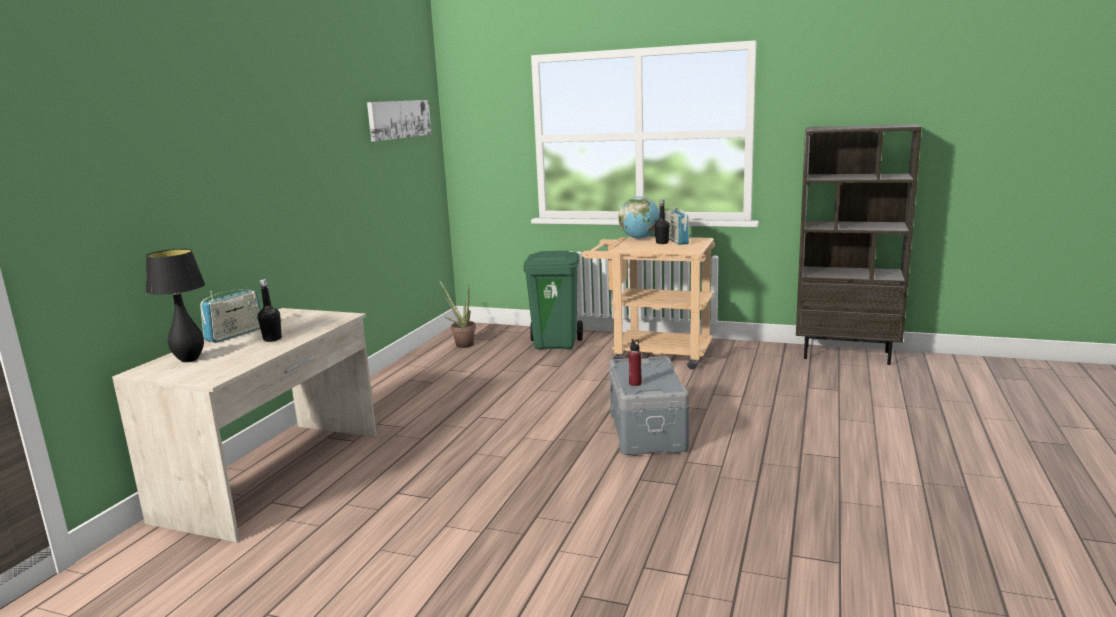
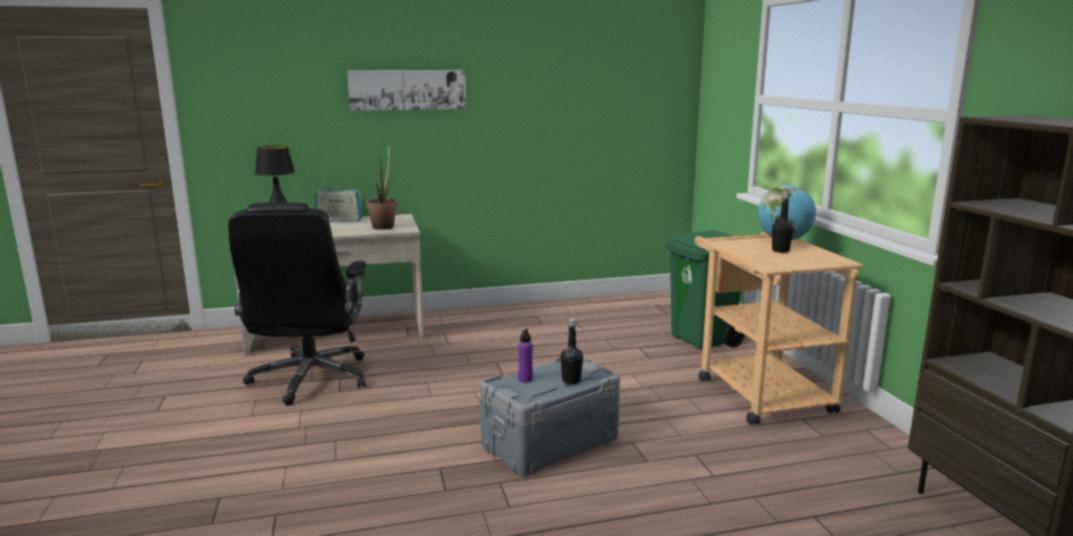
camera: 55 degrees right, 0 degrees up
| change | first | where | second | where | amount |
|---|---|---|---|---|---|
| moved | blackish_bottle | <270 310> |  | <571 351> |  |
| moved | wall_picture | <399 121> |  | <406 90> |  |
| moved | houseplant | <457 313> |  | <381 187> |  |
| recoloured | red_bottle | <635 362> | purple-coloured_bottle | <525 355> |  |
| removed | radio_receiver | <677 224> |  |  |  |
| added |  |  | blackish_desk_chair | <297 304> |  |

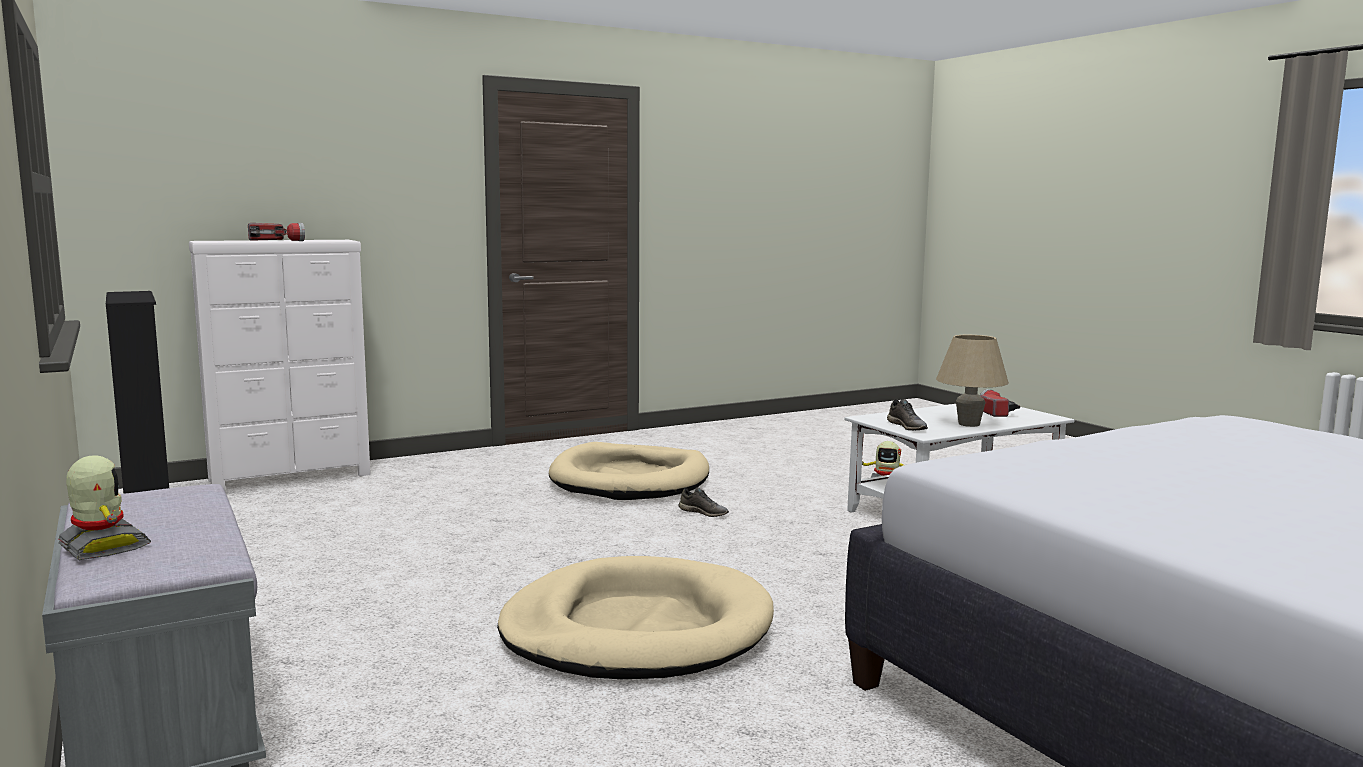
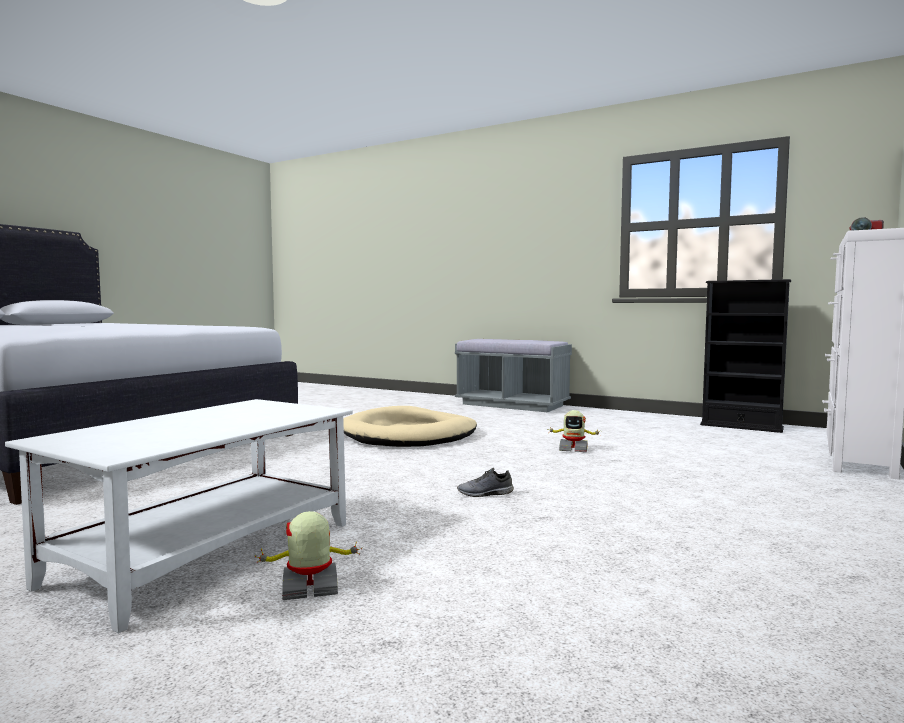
camera: 150 degrees right, 5 degrees down
| change | first | where | second | where | amount |
|---|---|---|---|---|---|
| moved | toy_robot | <104 507> |  | <575 431> |  |
| removed | beige-coloured_dog_cushion | <629 471> |  |  |  |
| removed | grey_shoe | <907 414> |  |  |  |
| removed | beige-coloured_lamp_for_a_table | <972 381> |  |  |  |
| removed | hand_torch | <1000 403> |  |  |  |

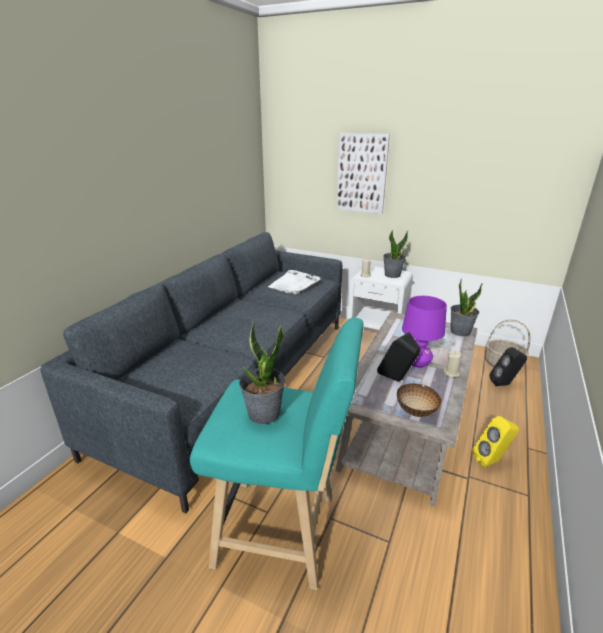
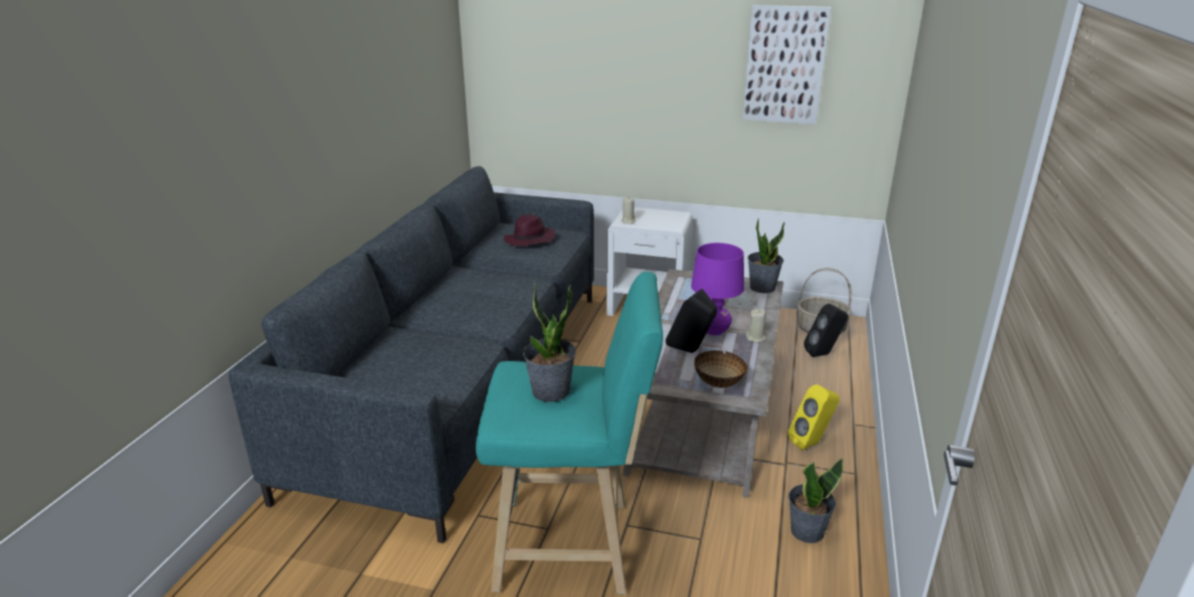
camera: 10 degrees left, 0 degrees up
| change | first | where | second | where | amount |
|---|---|---|---|---|---|
| replaced | whitish_serving_tray | <294 282> | purple-coloured_hat | <529 230> |  |
| moved | wall_picture | <363 173> |  | <786 64> |  |
| moved | houseplant | <395 254> |  | <815 500> |  |

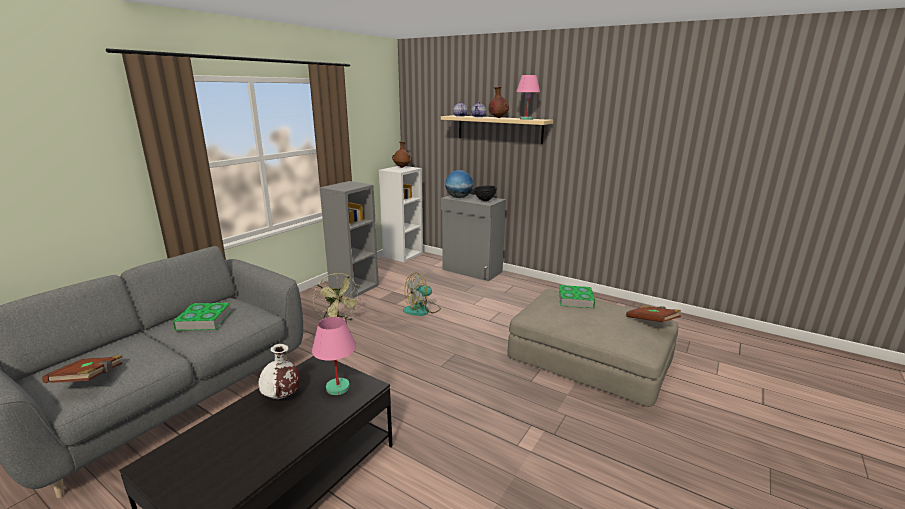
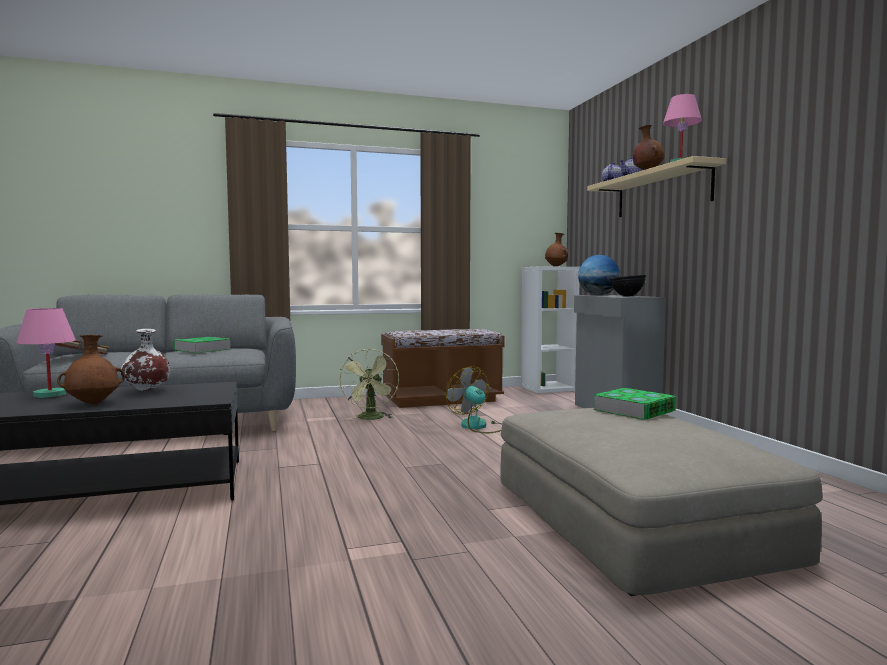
camera: 40 degrees right, 15 degrees down
| change | first | where | second | where | amount |
|---|---|---|---|---|---|
| moved | pink_lamp_for_a_table | <334 356> |  | <46 353> |  |
| replaced | grey_bookcase | <349 240> | brown-coloured_long_seat | <443 368> |  |
| turned | fan | <422 294> |  | <473 400> | 45 degrees clockwise |
| removed | brown-coloured_volume | <653 313> |  |  |  |
| added |  |  | brown-coloured_vase | <91 369> |  |

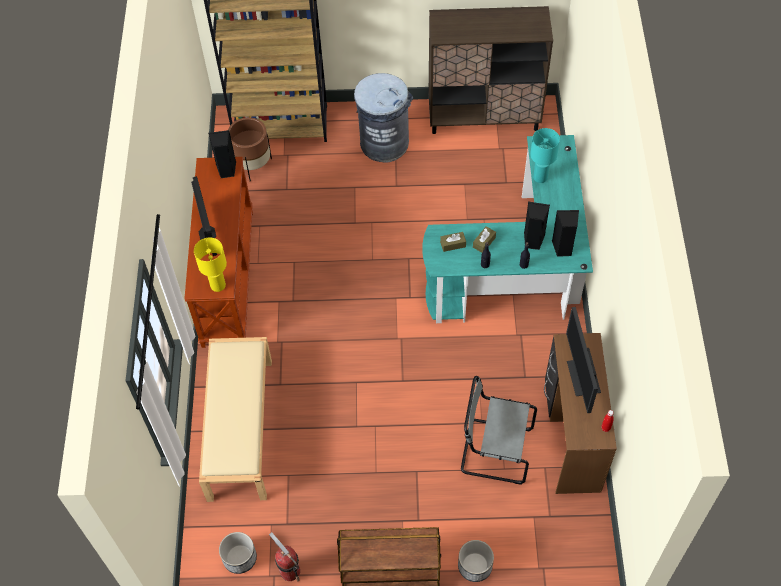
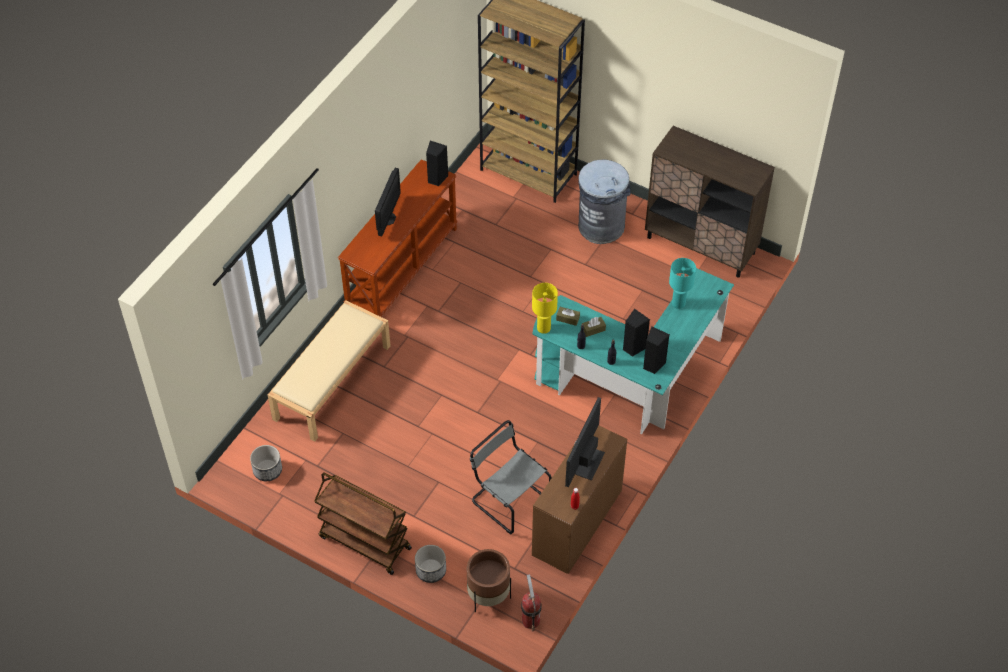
camera: 30 degrees right, 5 degrees down
| change | first | where | second | where | amount |
|---|---|---|---|---|---|
| moved | yellowish_lamp_for_a_table | <210 264> |  | <545 308> |  |
| moved | brown-coloured_plant_pot | <250 149> |  | <489 580> |  |
| moved | fire_extinguisher | <284 556> |  | <531 602> |  |

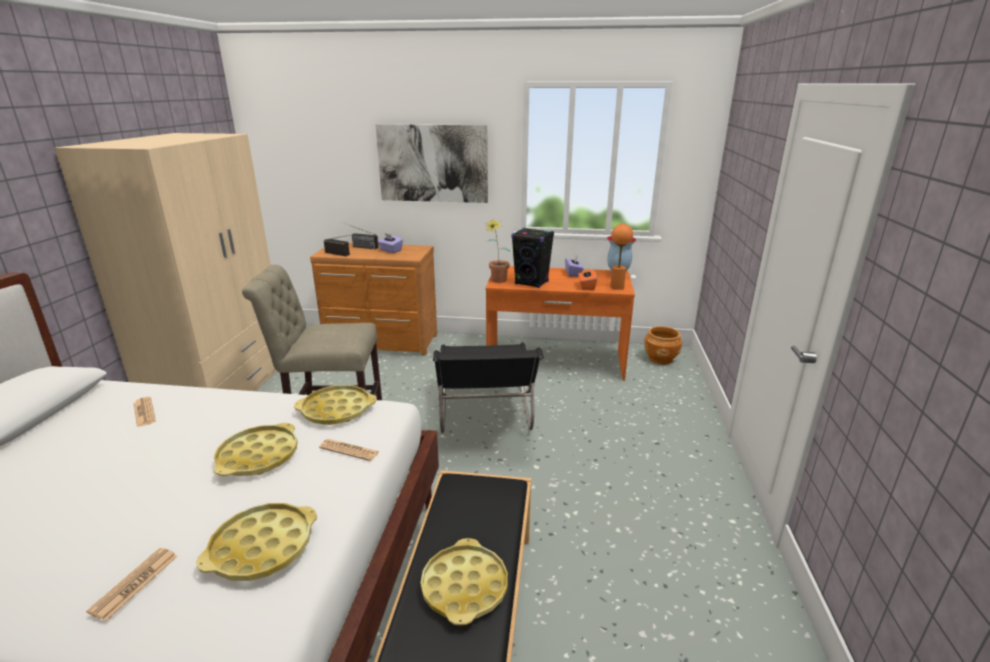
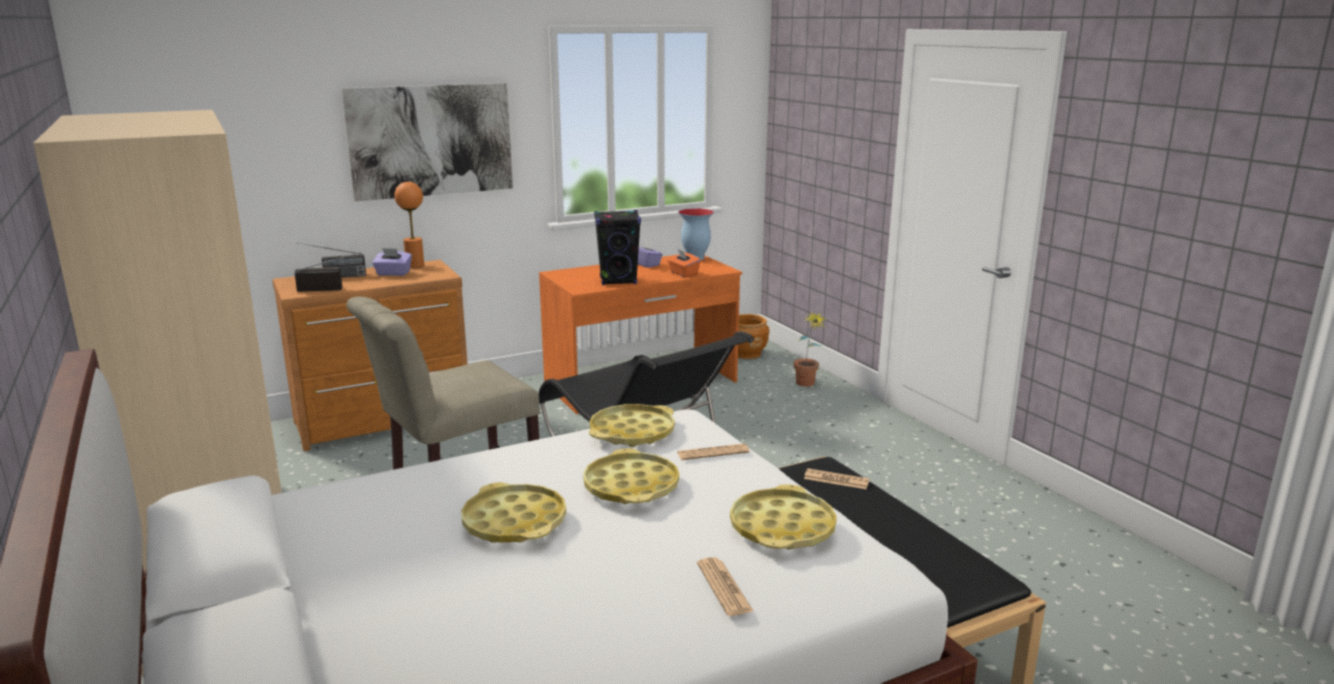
camera: 35 degrees left, 5 degrees down
| change | first | where | second | where | amount |
|---|---|---|---|---|---|
| moved | newspaper | <145 412> |  | <836 478> |  |
| moved | yellowish_serving_tray | <464 581> |  | <513 512> |  |
| moved | houseplant | <498 251> |  | <810 349> |  |
| moved | orangey_lamp_for_a_table | <621 257> |  | <409 225> |  |

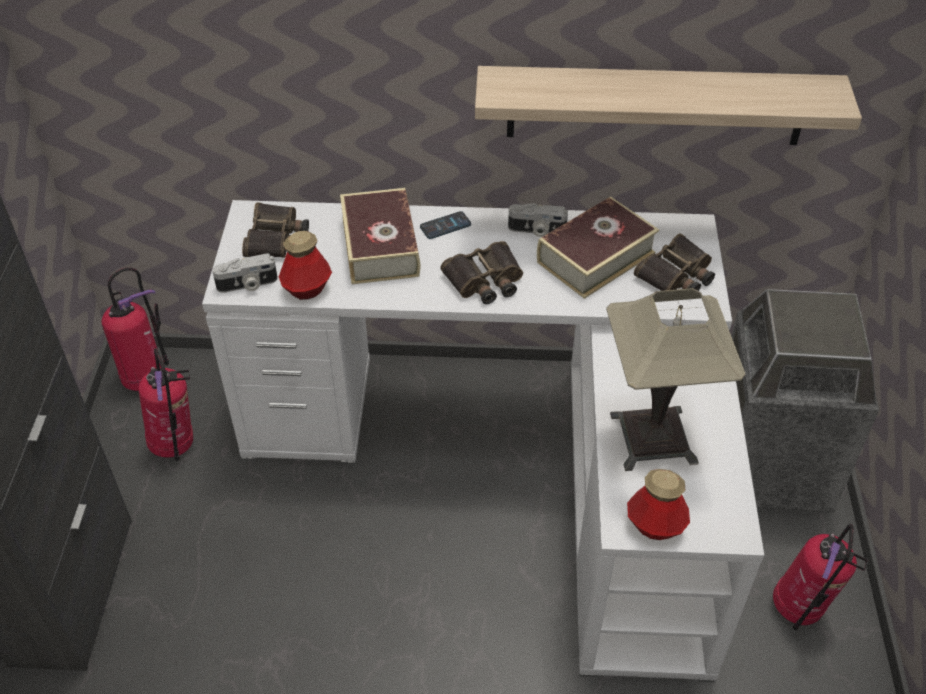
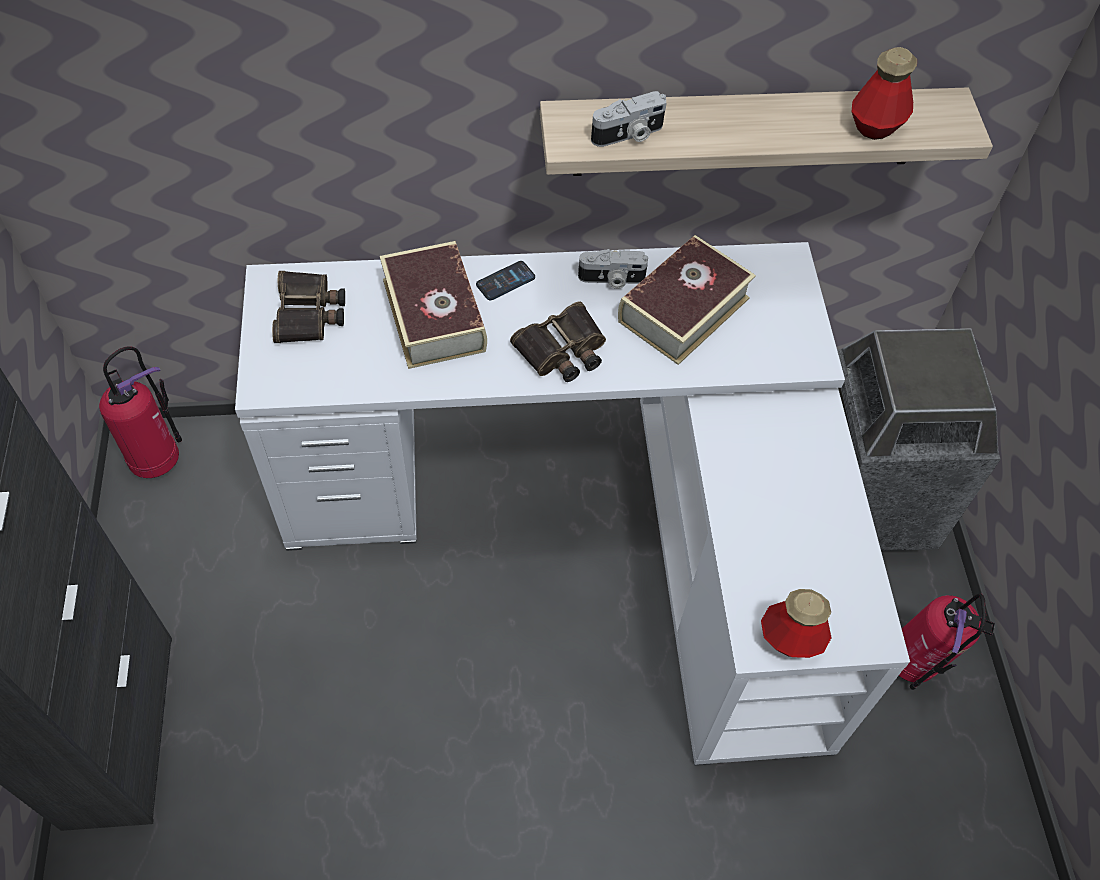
camera: 10 degrees left, 10 degrees up
| change | first | where | second | where | amount |
|---|---|---|---|---|---|
| removed | fire_extinguisher | <165 404> |  |  |  |
| moved | still_camera | <245 273> |  | <629 119> |  |
| moved | bottle | <305 265> |  | <884 93> |  |
| removed | lamp_for_a_table | <676 379> |  |  |  |
| removed | field_glasses | <674 262> |  |  |  |

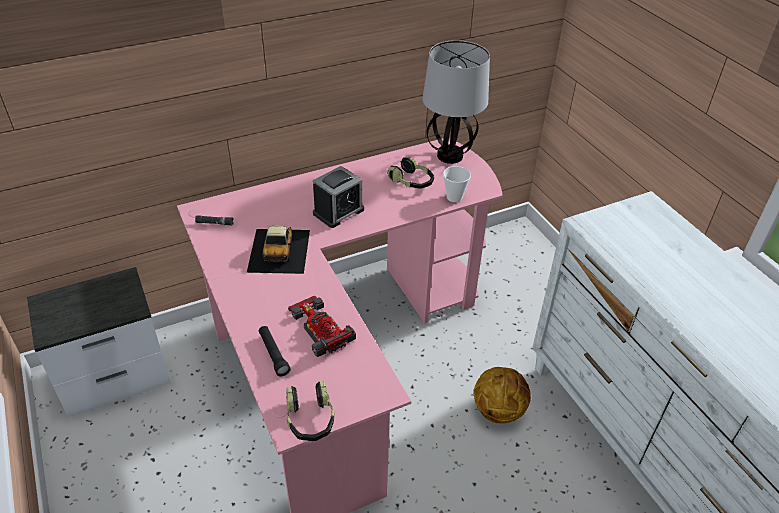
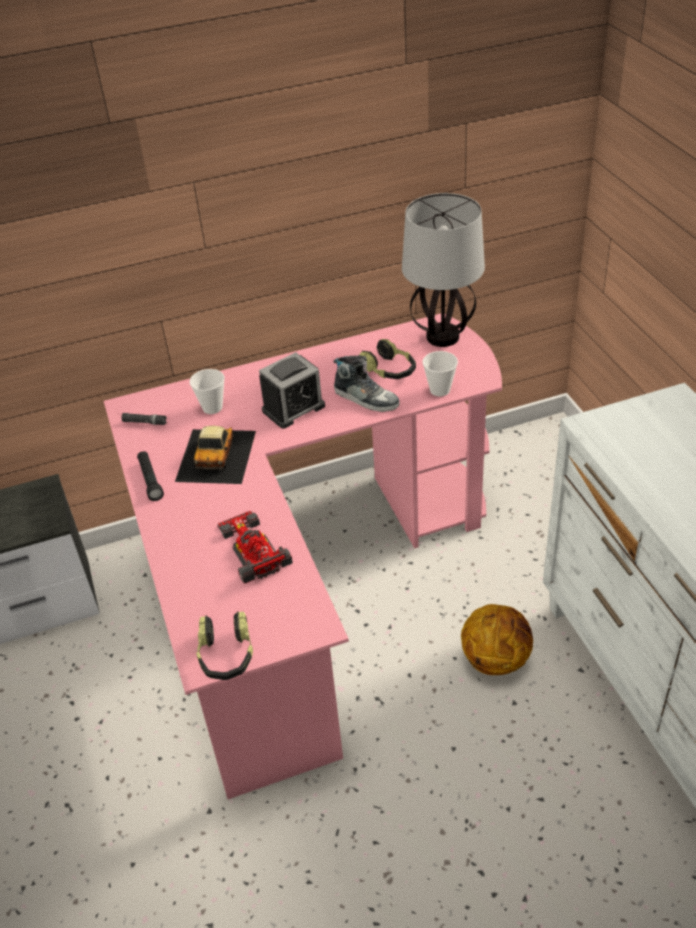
camera: 10 degrees right, 0 degrees up
| change | first | where | second | where | amount |
|---|---|---|---|---|---|
| moved | blackish_hand_torch | <275 351> |  | <150 476> |  |
| added |  |  | drinking_cup | <207 391> |  |
| added |  |  | shoe | <366 383> |  |

